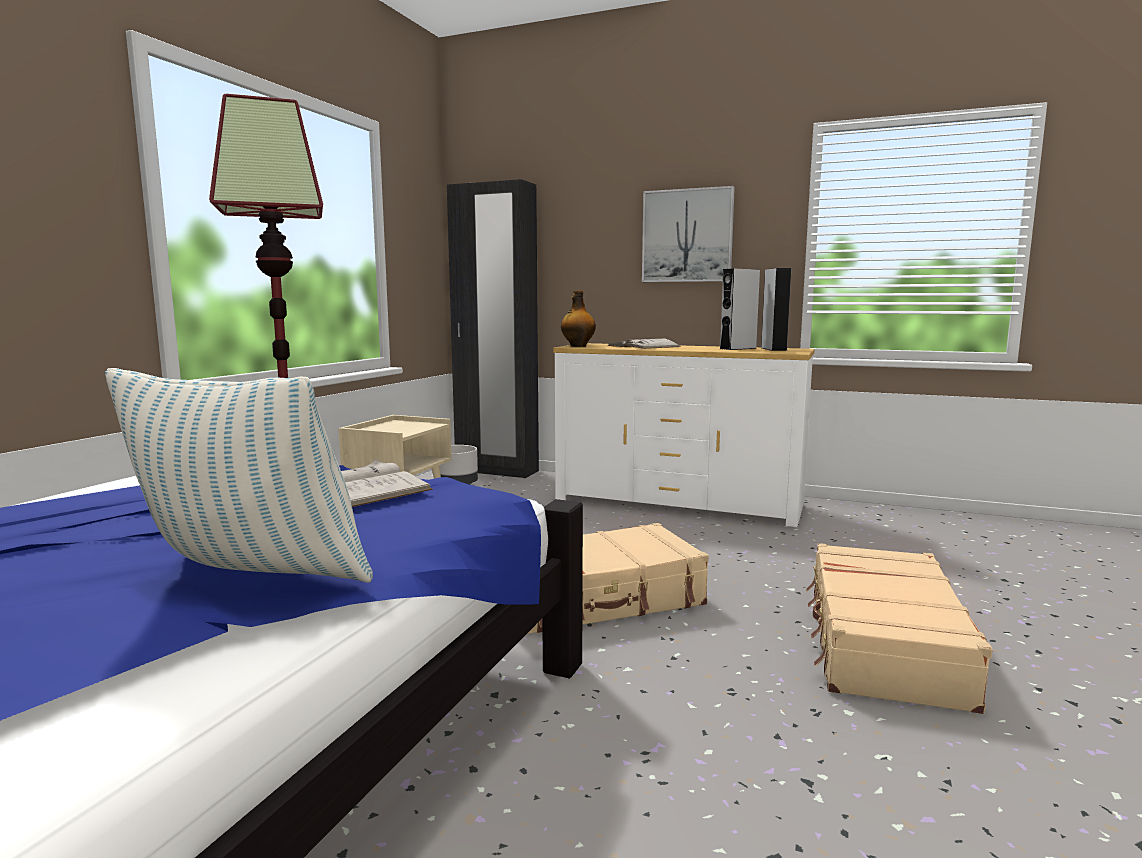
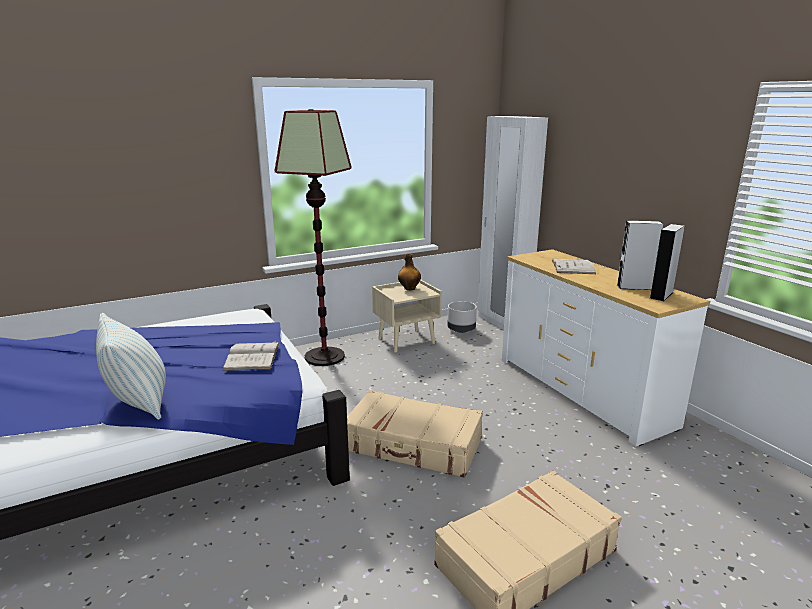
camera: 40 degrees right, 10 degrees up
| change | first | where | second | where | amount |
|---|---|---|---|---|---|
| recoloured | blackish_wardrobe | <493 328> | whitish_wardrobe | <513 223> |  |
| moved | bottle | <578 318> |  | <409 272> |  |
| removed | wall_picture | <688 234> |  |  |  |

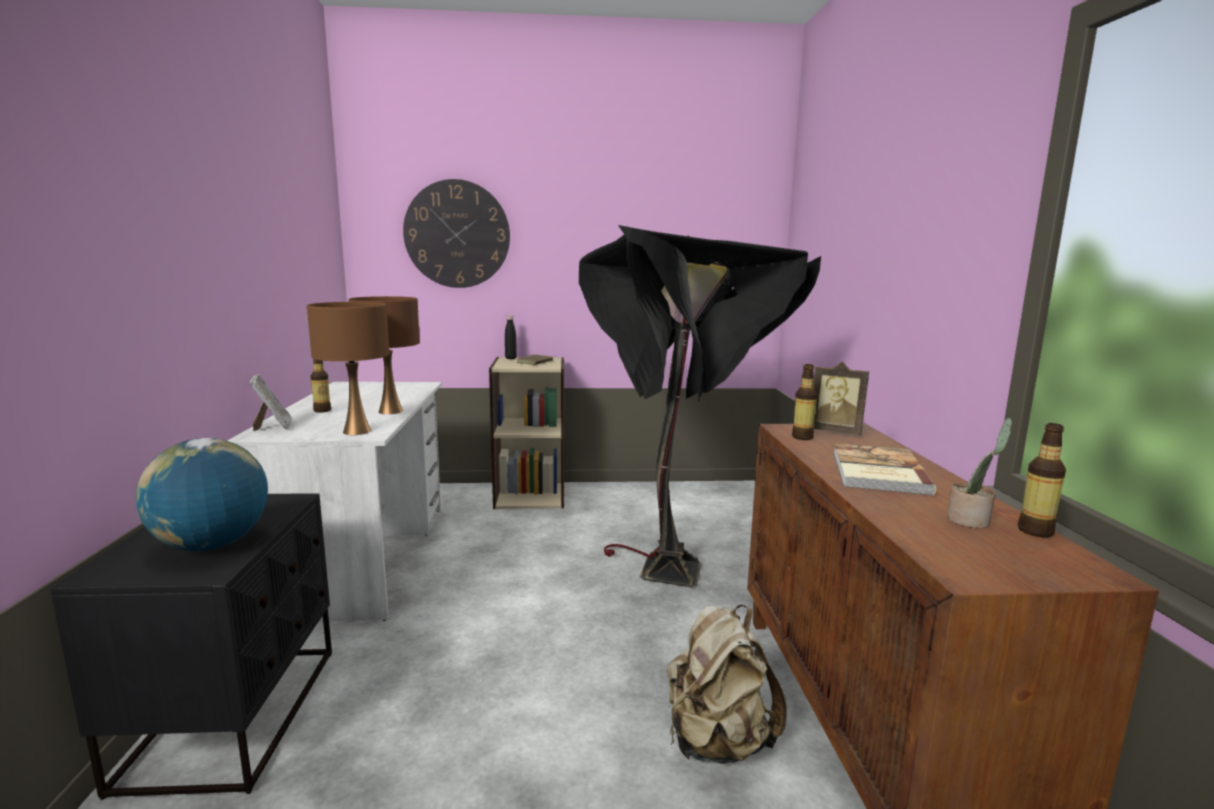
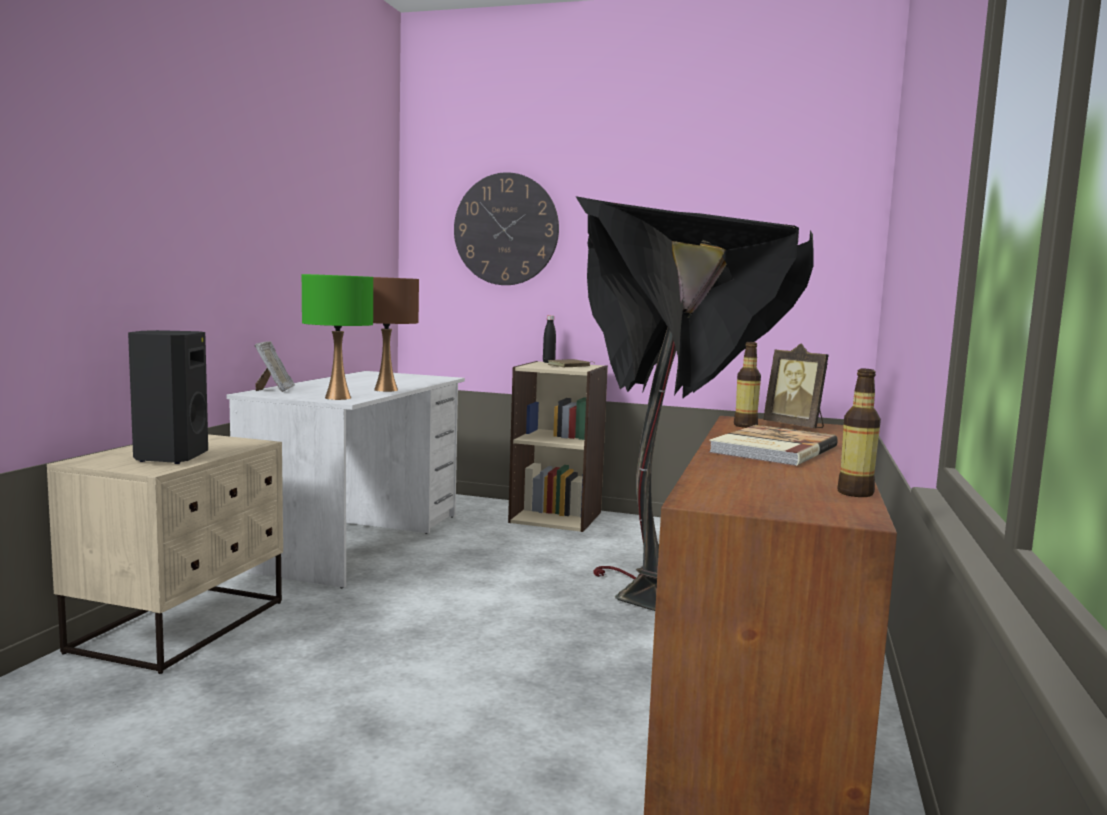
camera: 20 degrees right, 5 degrees down
| change | first | where | second | where | amount |
|---|---|---|---|---|---|
| recoloured | blackish_night_table | <191 646> | beige-coloured_night_table | <165 554> |  |
| replaced | world_globe | <201 494> | blackish_speaker | <168 397> |  |
| recoloured | brown-coloured_lamp_for_a_table | <348 368> | greenish_lamp_for_a_table | <337 337> |  |
| removed | bottle | <321 386> |  |  |  |
| removed | beige-coloured_rucksack | <727 684> |  |  |  |
| removed | houseplant | <979 473> |  |  |  |

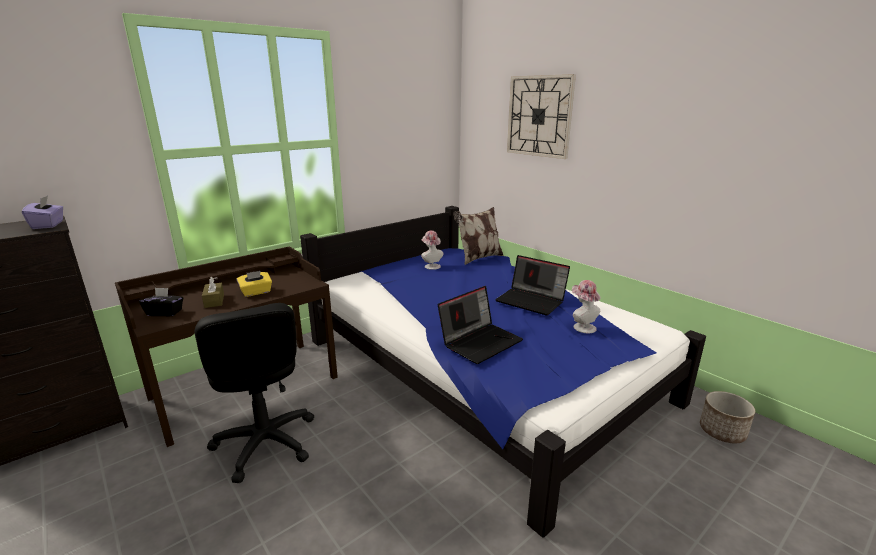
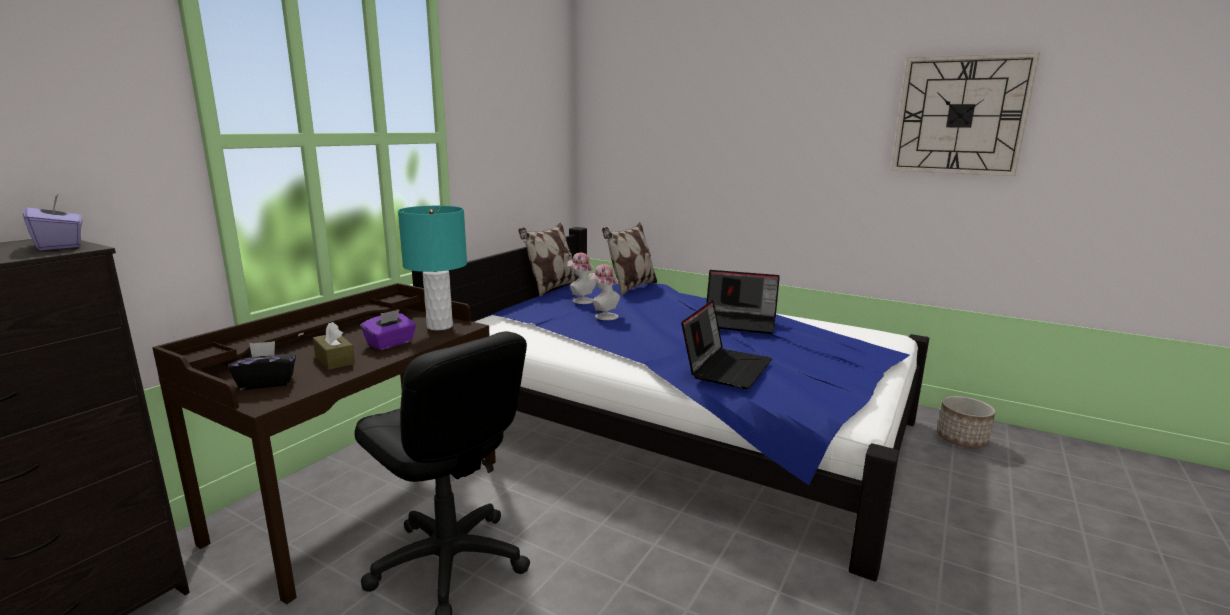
camera: 20 degrees left, 5 degrees down
| change | first | where | second | where | amount |
|---|---|---|---|---|---|
| recoloured | yellowish_box_of_tissues | <254 284> | purple-coloured_box_of_tissues | <388 329> |  |
| moved | clock_on_the_wall | <541 116> |  | <965 114> |  |
| moved | hat | <586 306> |  | <604 292> |  |
| added |  |  | turquoise-coloured_lamp_for_a_table | <432 268> |  |
| added |  |  | throw_pillow | <548 260> |  |

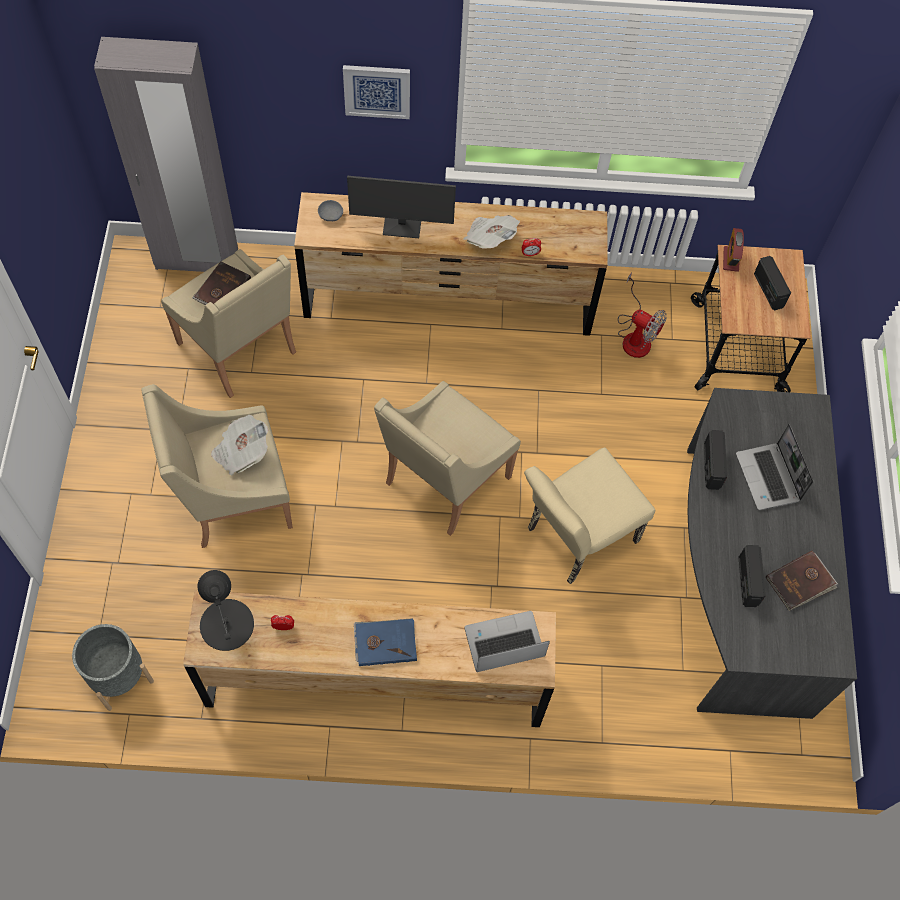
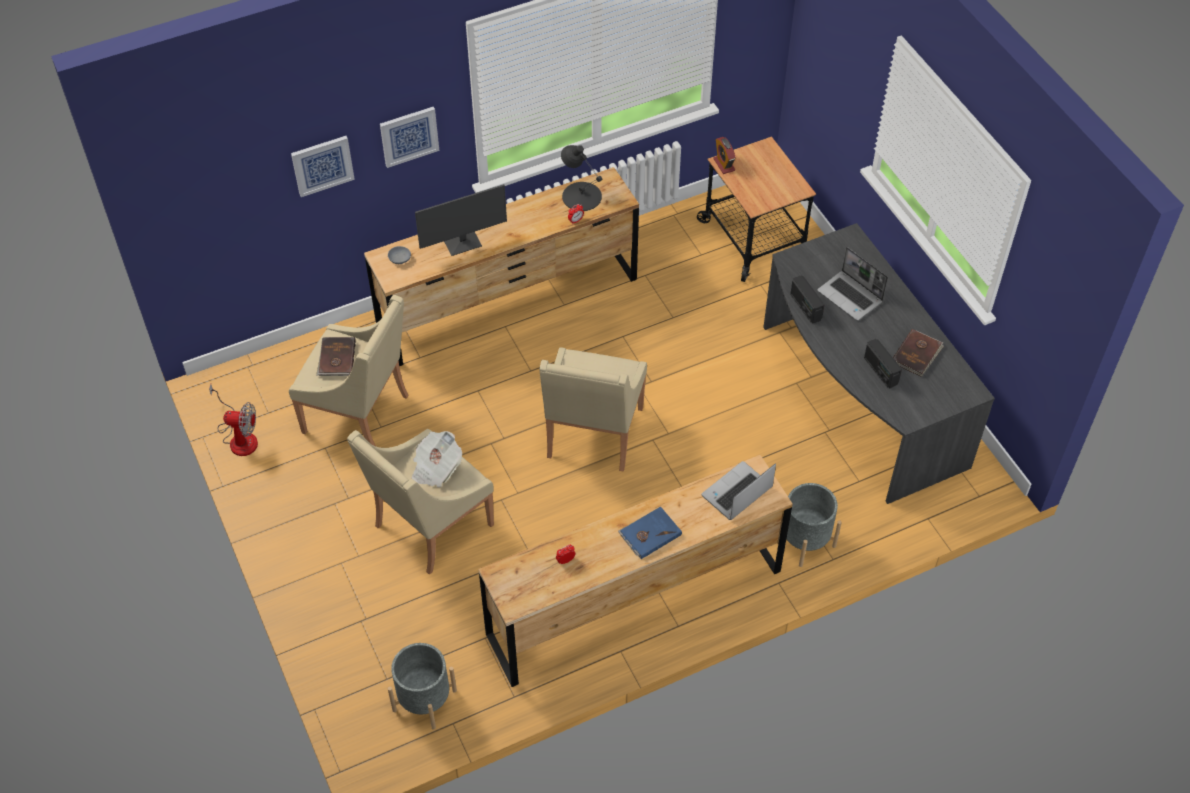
camera: 25 degrees left, 10 degrees down
| change | first | where | second | where | amount |
|---|---|---|---|---|---|
| removed | grey_wardrobe | <166 154> |  |  |  |
| moved | blackish_lamp_for_a_table | <225 610> |  | <581 178> |  |
| removed | newspaper | <492 232> |  |  |  |
| removed | beige-coloured_plain_chair | <589 515> |  |  |  |
| moved | fan | <642 315> |  | <233 420> |  |
| removed | radio_receiver | <772 283> |  |  |  |
| added |  |  | wall_picture | <323 166> |  |
| added |  |  | grey_plant_pot | <814 525> |  |

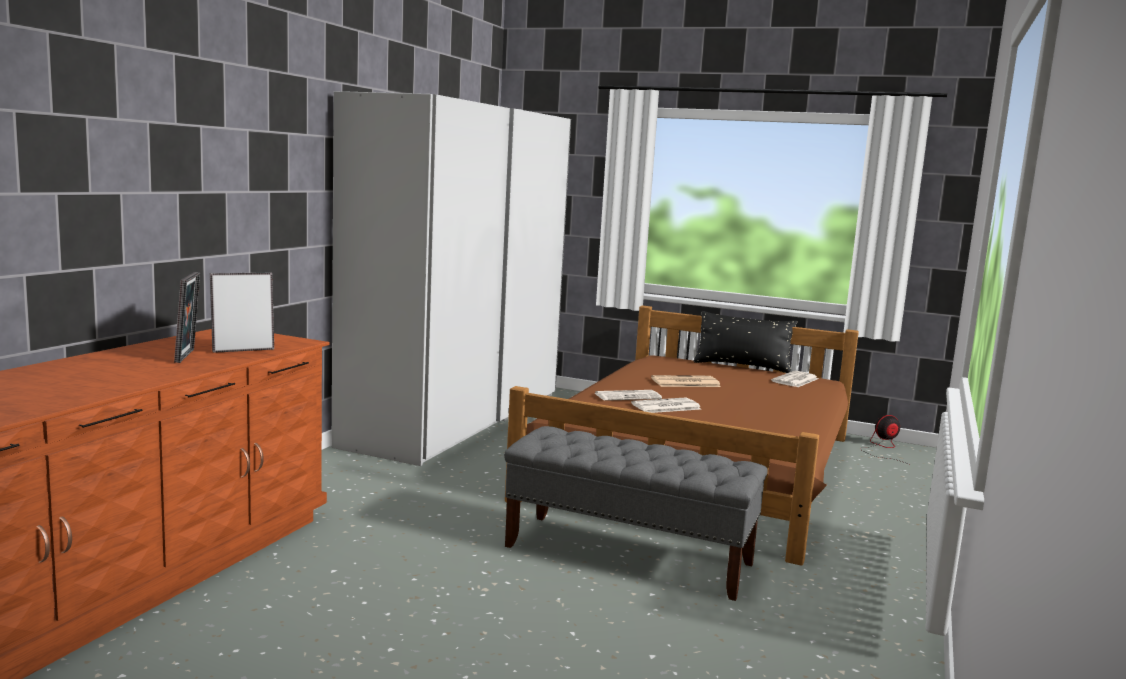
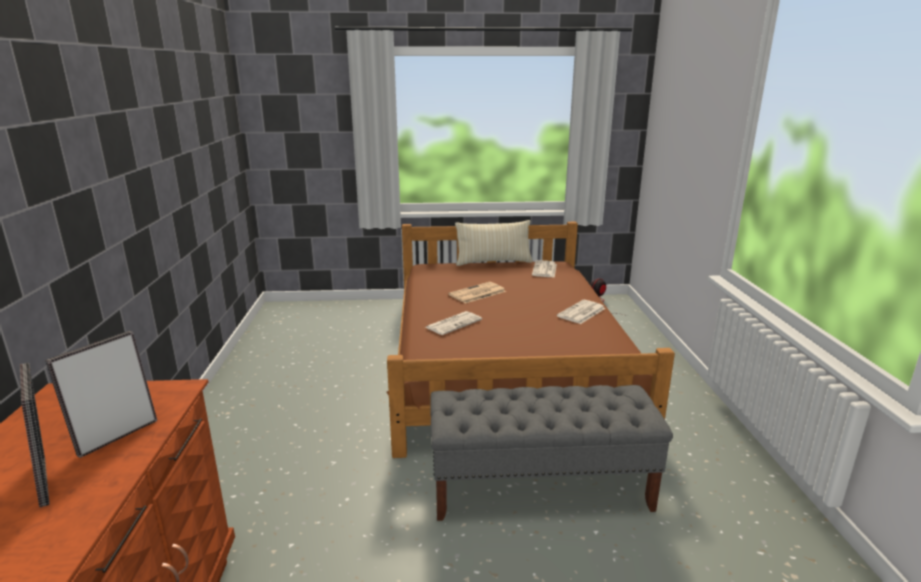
camera: 25 degrees left, 10 degrees up
| change | first | where | second | where | amount |
|---|---|---|---|---|---|
| removed | whitish_wardrobe | <451 278> |  |  |  |
| moved | newspaper | <666 405> |  | <581 312> |  |
| recoloured | blackish_throw_pillow | <745 342> | beige-coloured_throw_pillow | <494 243> |  |

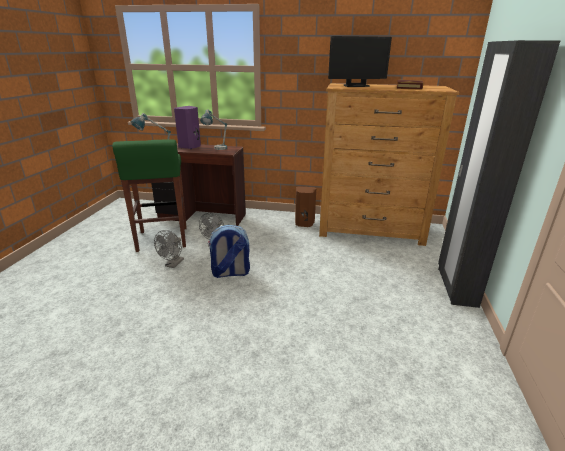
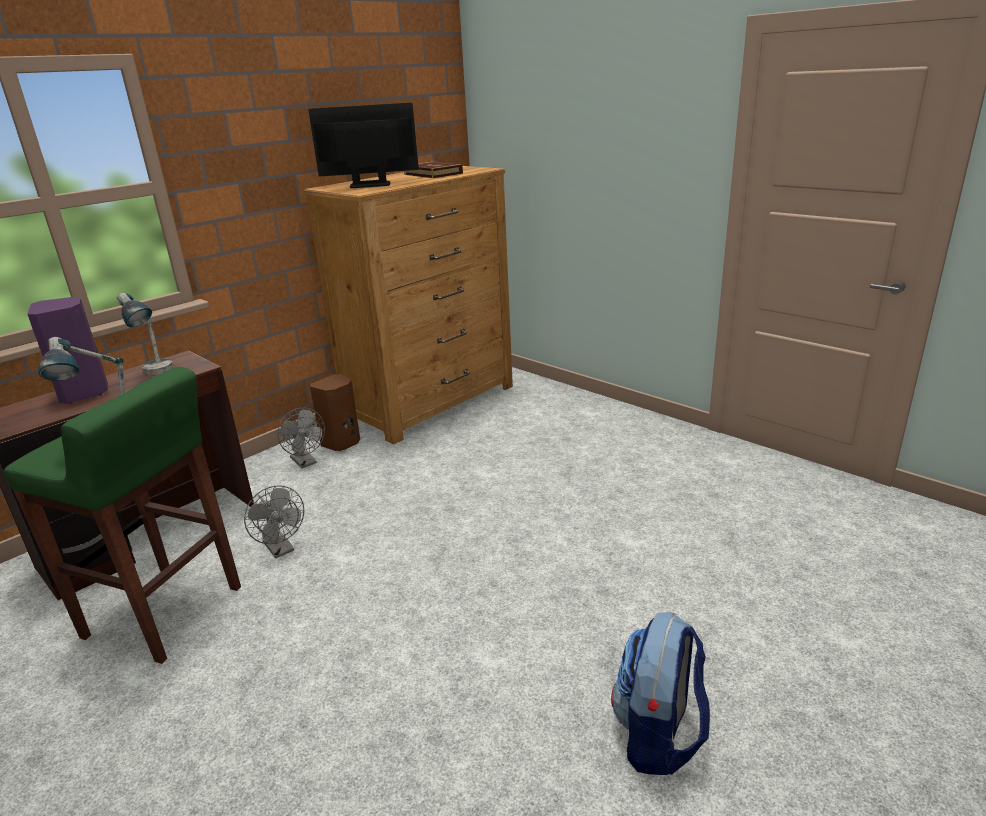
camera: 55 degrees left, 0 degrees up
| change | first | where | second | where | amount |
|---|---|---|---|---|---|
| moved | grey_fan | <169 249> |  | <301 438> |  |
| moved | rucksack | <229 251> |  | <660 693> |  |
| turned | computer_display | <360 61> |  | <364 145> | 120 degrees counterclockwise |
| removed | blackish_wardrobe | <499 174> |  |  |  |

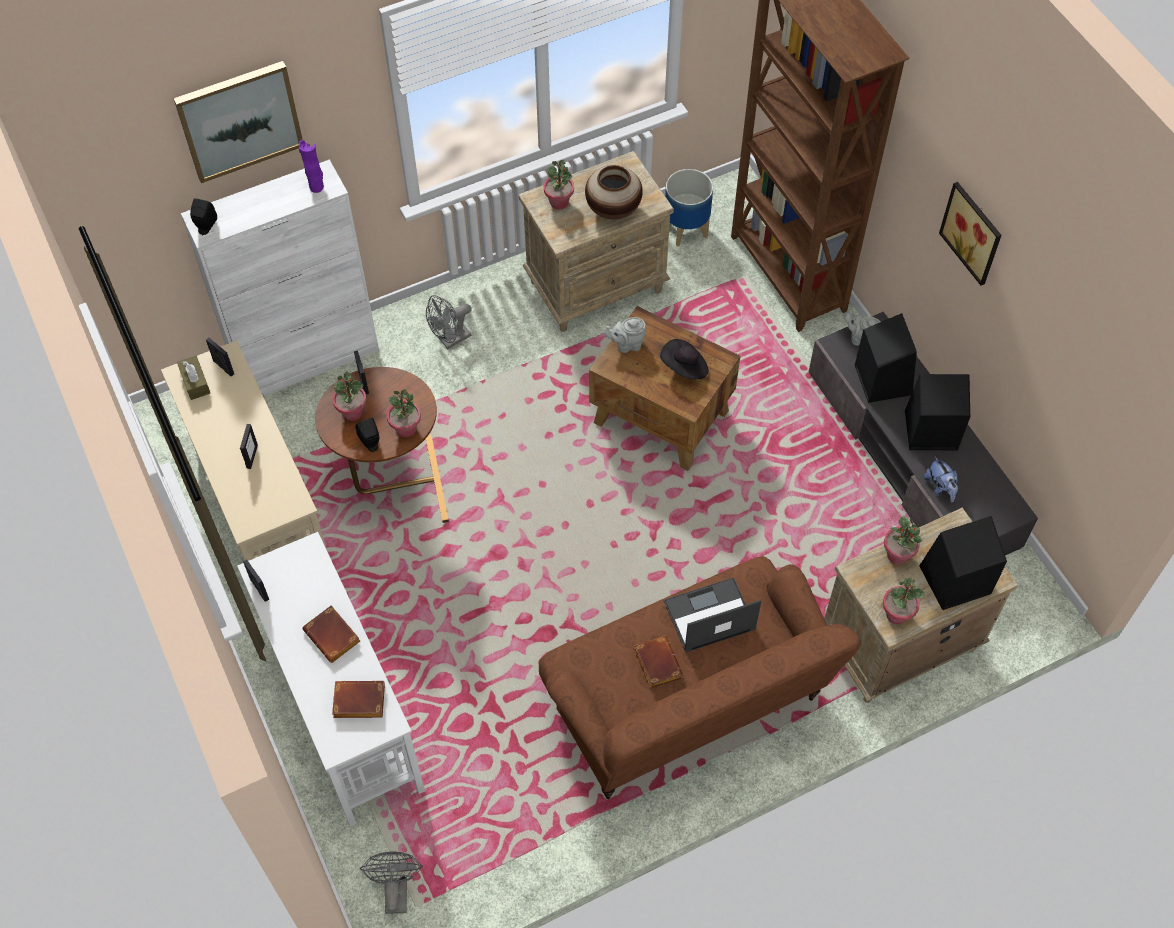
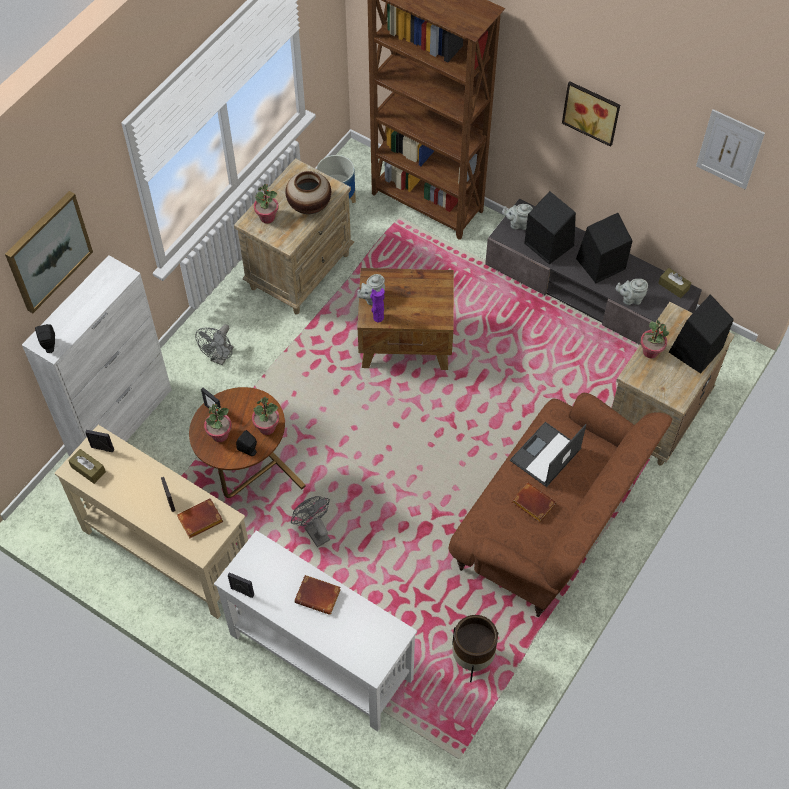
camera: 30 degrees left, 0 degrees up
| change | first | where | second | where | amount |
|---|---|---|---|---|---|
| moved | purple-coloured_vase | <311 166> |  | <377 305> |  |
| moved | brown-coloured_volume | <358 699> |  | <200 518> |  |
| moved | grey_fan | <391 883> |  | <310 521> |  |
| removed | blackish_hat | <684 359> |  |  |  |
| removed | houseplant | <904 600> |  |  |  |
| replaced | cuddly_toy | <941 479> | grey_tea_pot | <632 292> |  |
| added |  |  | brown-coloured_plant_pot | <475 648> |  |
| added |  |  | brown-coloured_box_of_tissues | <674 283> |  |
| added |  |  | wall_picture | <730 149> |  |

